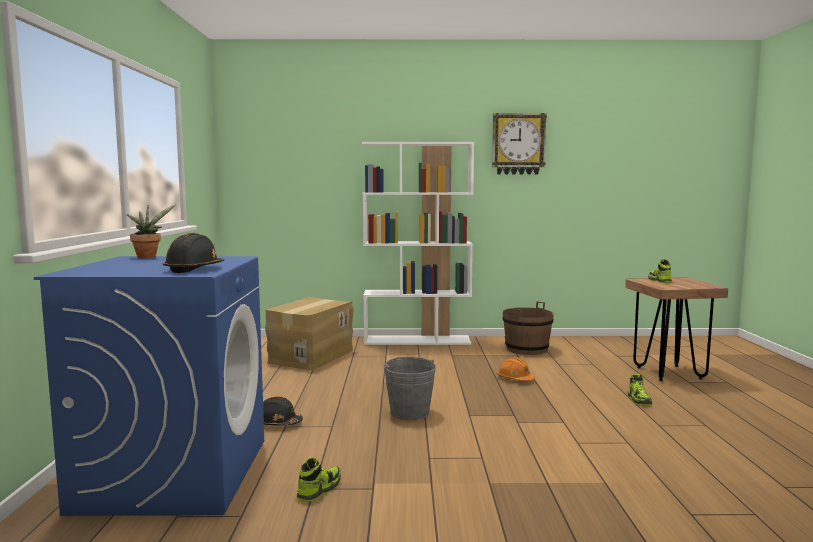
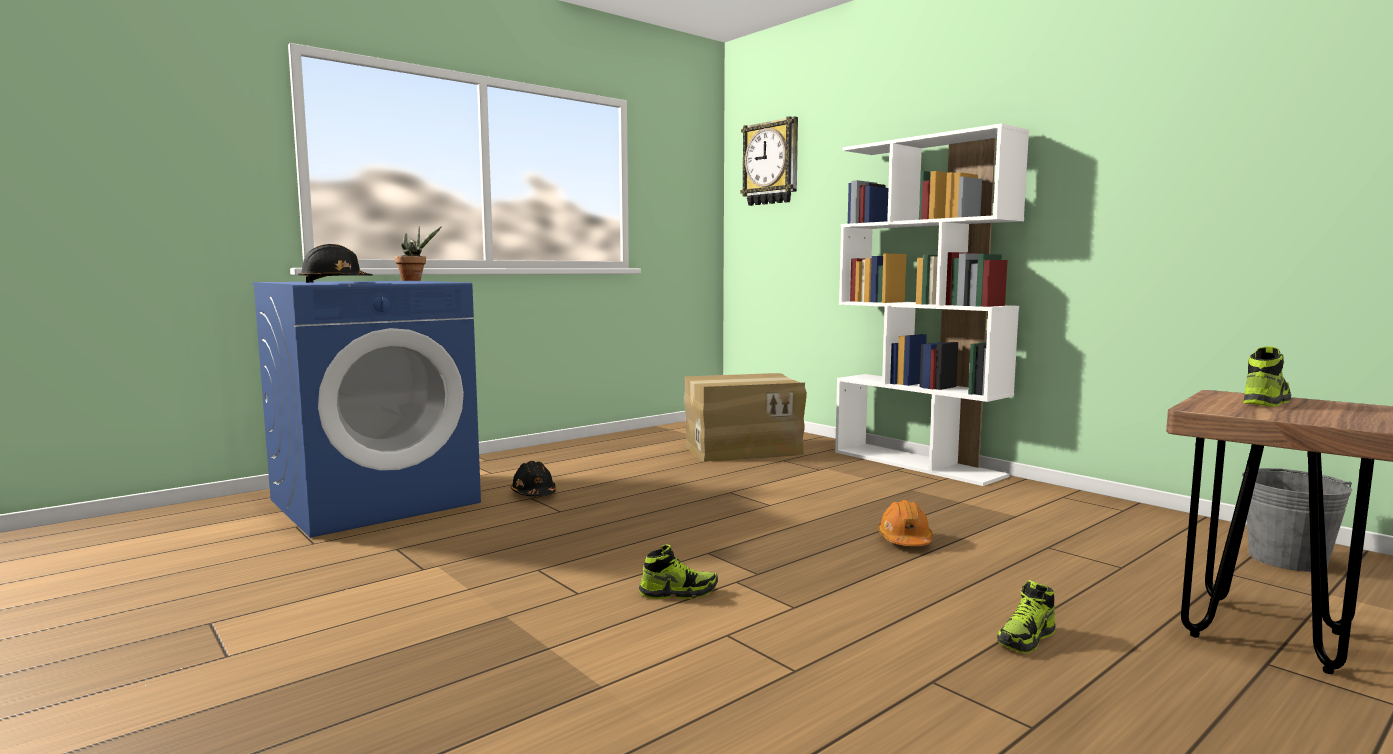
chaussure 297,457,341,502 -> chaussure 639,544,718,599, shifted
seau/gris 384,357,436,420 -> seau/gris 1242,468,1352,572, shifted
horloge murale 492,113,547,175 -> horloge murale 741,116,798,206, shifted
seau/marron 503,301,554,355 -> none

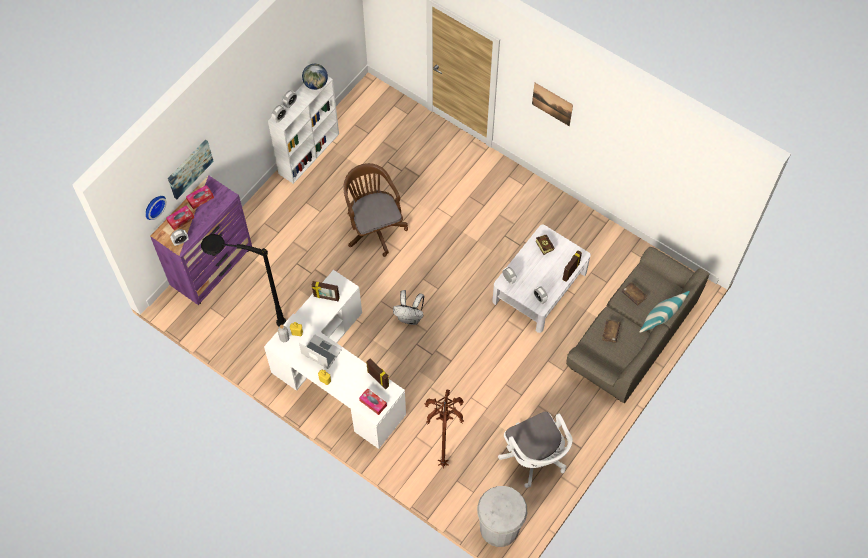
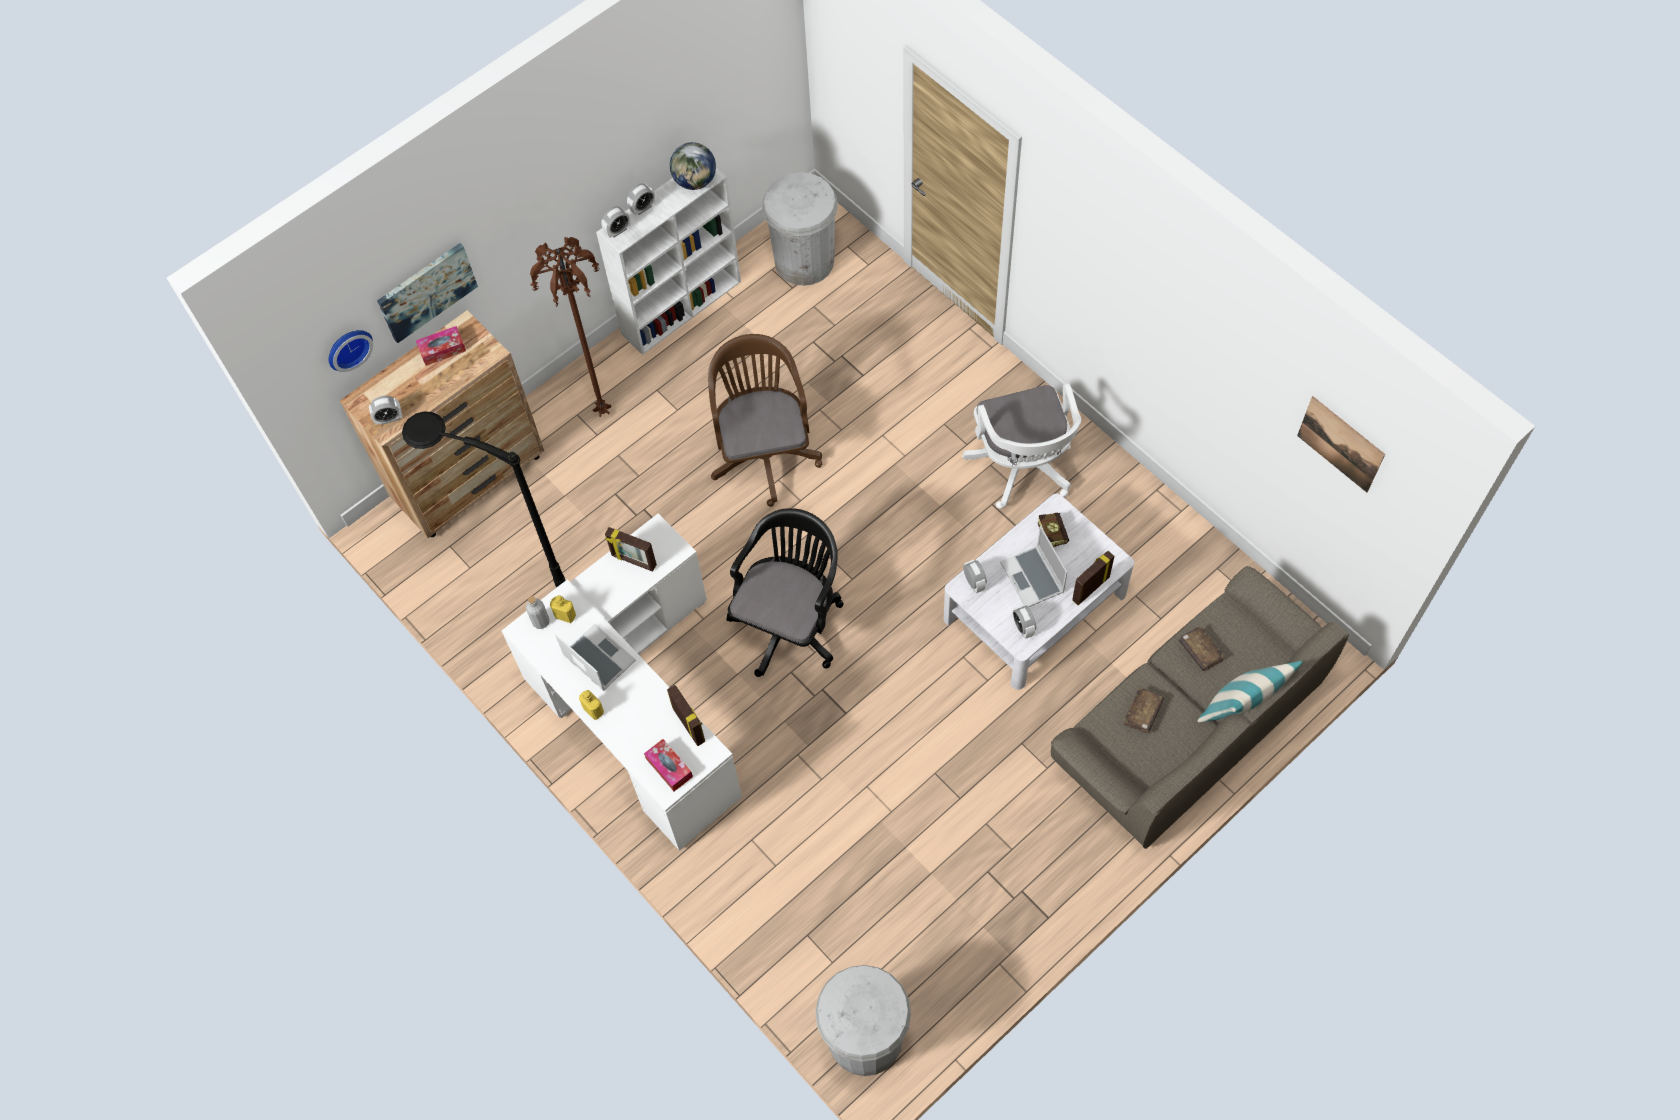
commode/violet 150,175,252,305 -> commode/marron 340,310,544,538
boîte à mouchoirs 166,205,194,230 -> none
sac à dos/blanc 393,290,425,325 -> chaise de bureau/noir 726,508,843,677
lampadaire/marron 425,390,464,469 -> lampadaire/marron 530,237,611,417, shifted
chaise de bureau/blanc 498,412,573,488 -> chaise de bureau/blanc 962,383,1081,509, shifted
tableau 532,83,573,126 -> tableau 1297,396,1385,493, shifted
none -> poubelle/blanc 762,172,838,286
none -> ordinateur portable 1000,526,1067,607

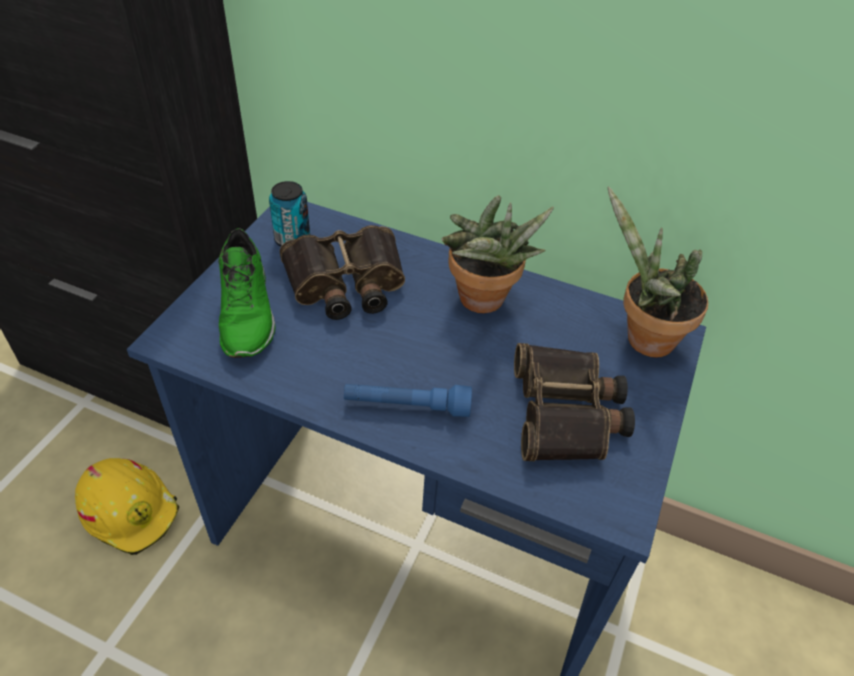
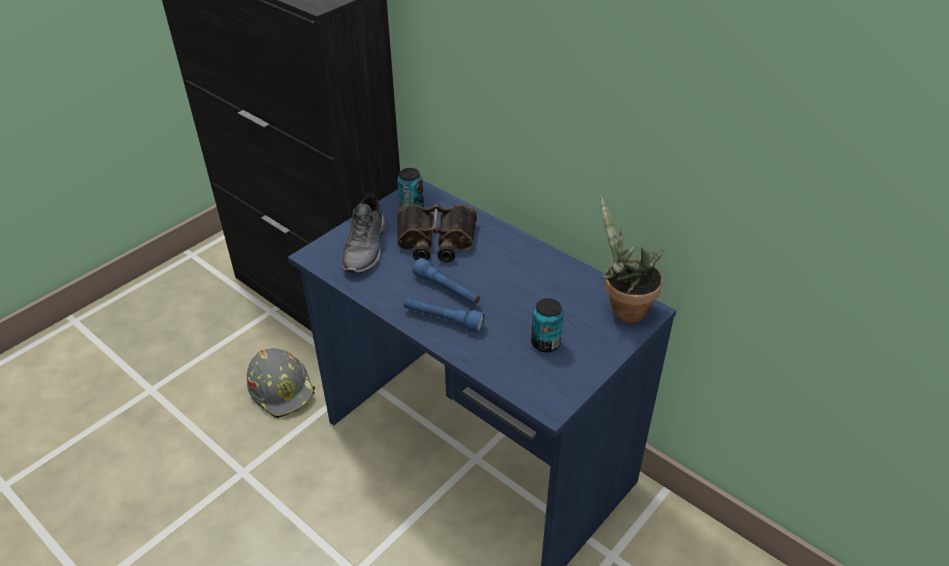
casque de chantier/jaune 75,458,179,555 -> casque de chantier/gris 247,348,315,418
chaussure/vert 218,228,276,358 -> chaussure/gris 342,193,385,273
plante en pot 441,195,554,313 -> none
jumelles 514,343,635,461 -> boîte métallique 531,298,564,352
none -> lampe de poche/bleu 412,258,480,305

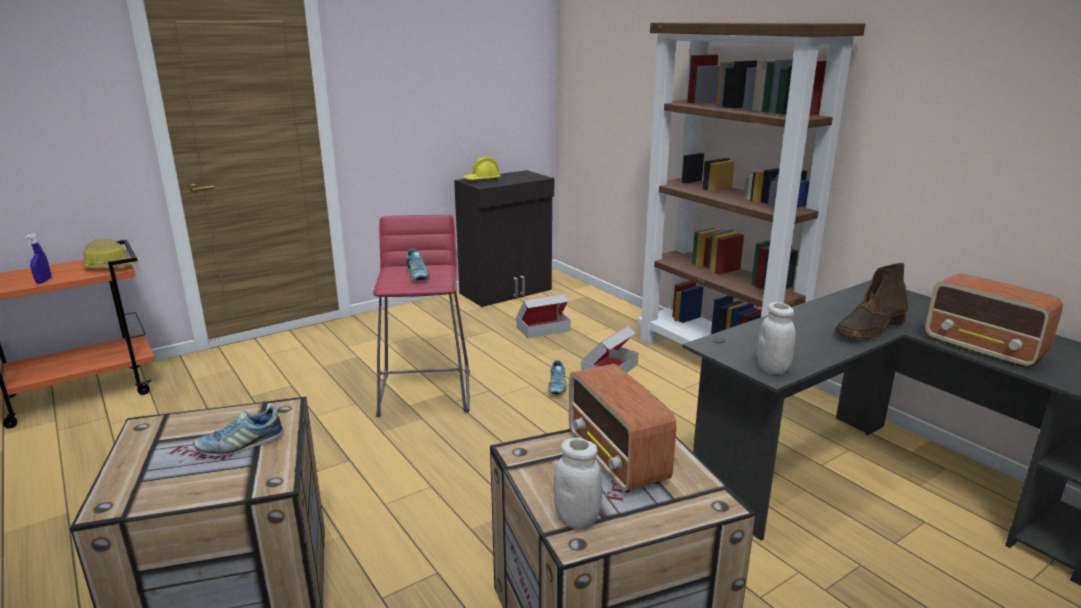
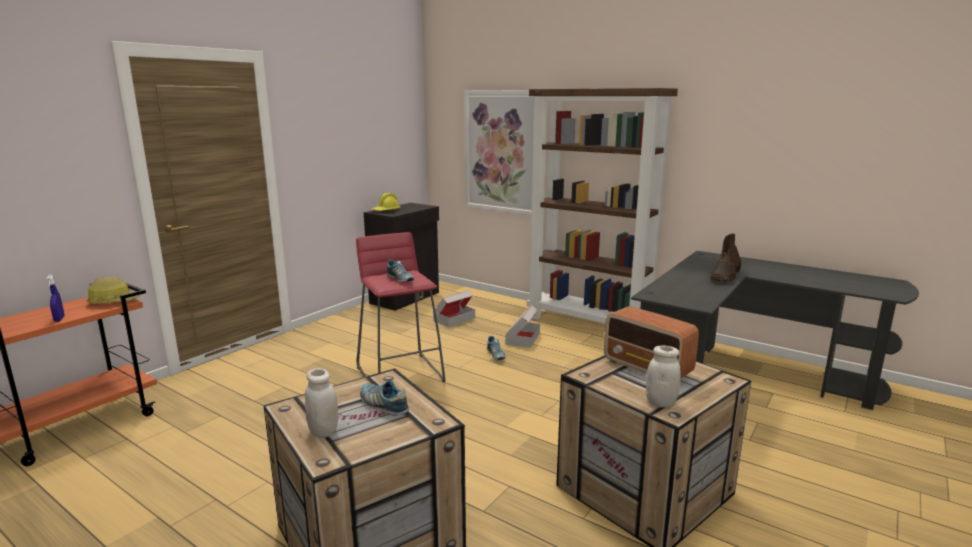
chaussure 193,406,284,456 -> chaussure 360,381,409,416, 90 degrees clockwise
bocal/blanc 757,302,796,374 -> bocal/blanc 305,368,338,438, shifted
radio 925,273,1063,368 -> none
none -> tableau 464,90,534,215

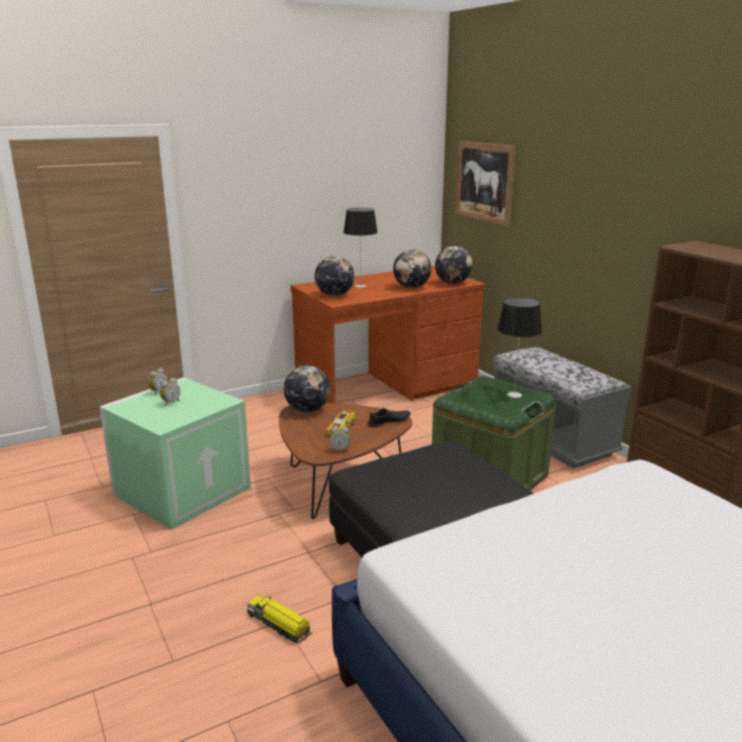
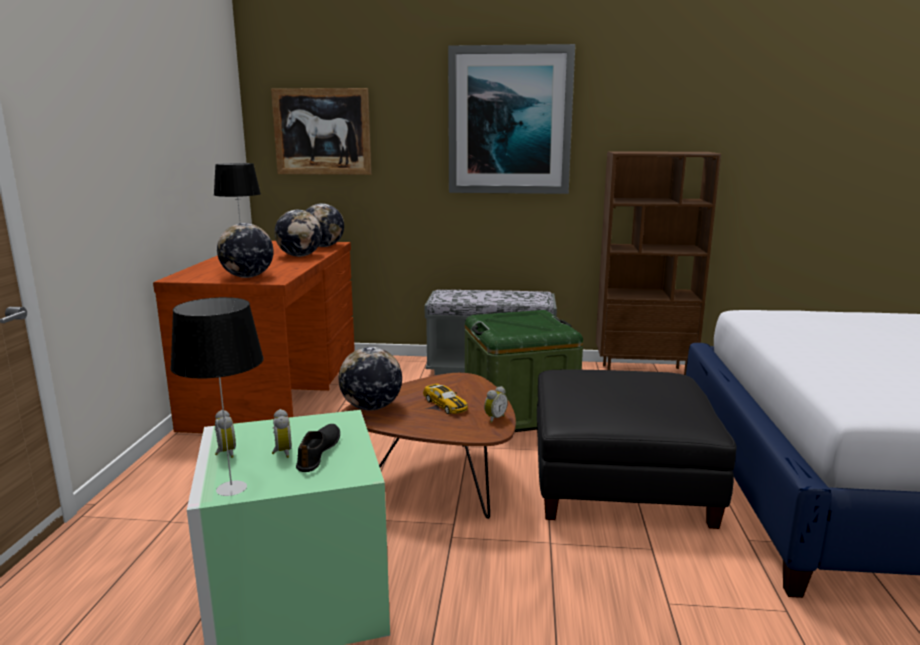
camion jouet 247,596,312,644 -> none
chaussure/noir 368,408,411,427 -> chaussure/noir 296,424,340,472, shifted
lampe de table 498,297,542,398 -> lampe de table 170,297,264,496, shifted
none -> tableau 448,44,575,194

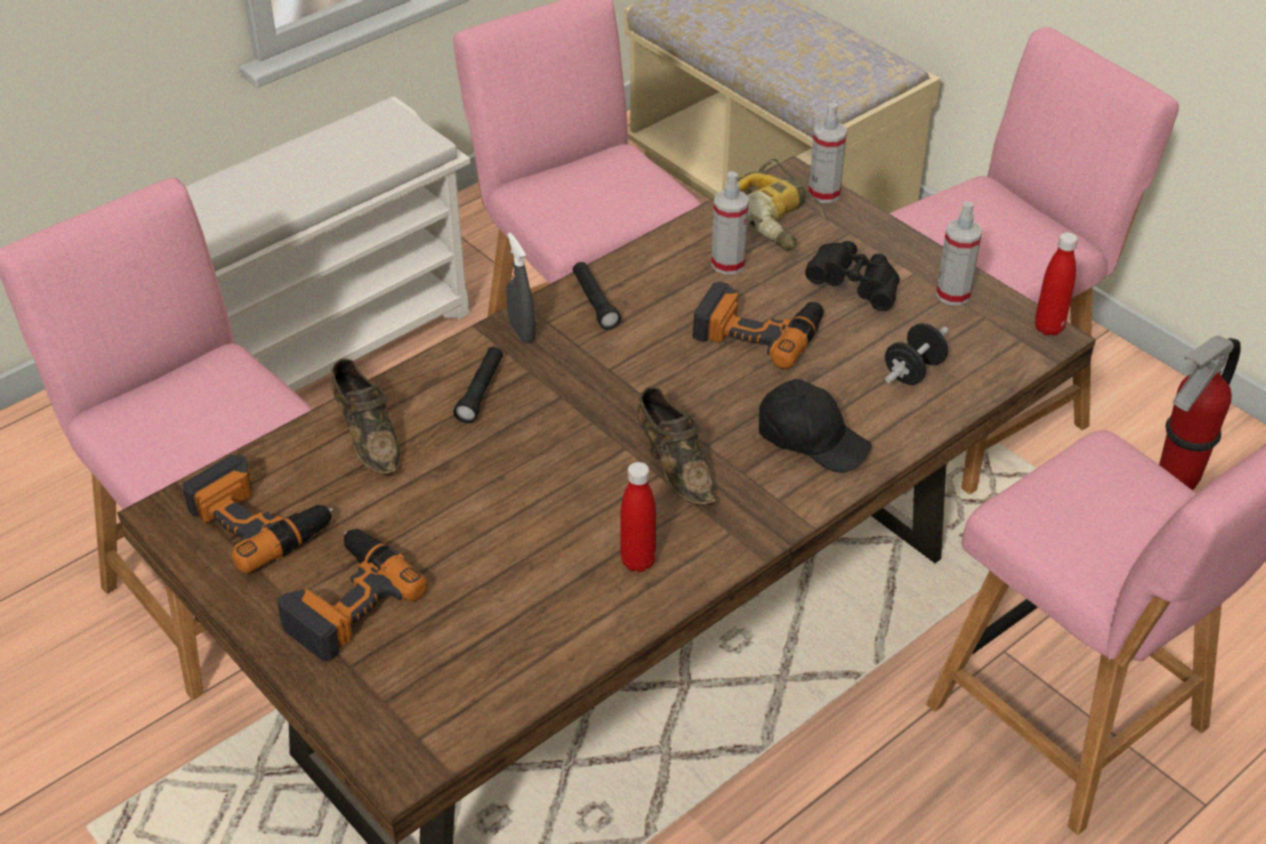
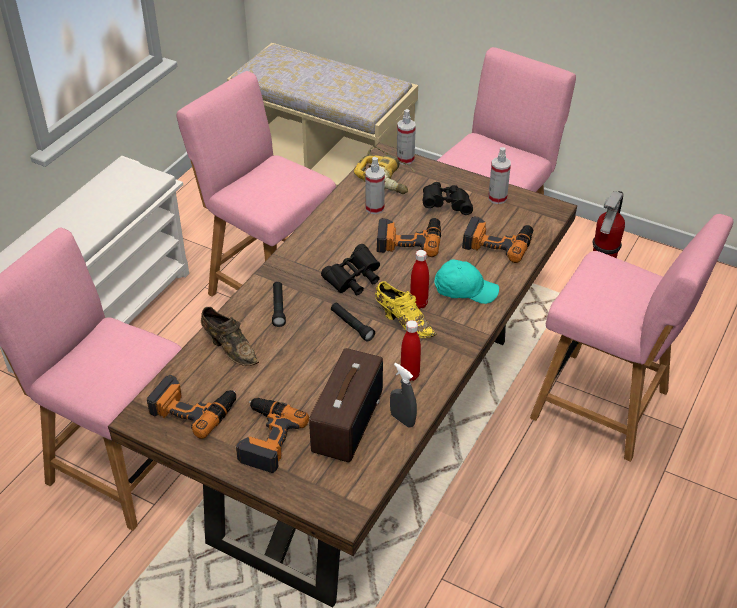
vaporisateur/gris 506,233,536,344 -> vaporisateur/gris 390,363,417,427, shifted
lampe de poche/noir 573,262,621,330 -> lampe de poche/noir 331,303,375,342, shifted
chaussure/marron 636,387,716,506 -> chaussure/jaune 375,282,437,338
casquette/noir 759,379,872,473 -> casquette/turquoise 434,260,499,304
haltère/noir 885,323,948,385 -> perceuse 462,216,533,263
bouteille/rouge 1035,232,1078,336 -> bouteille/rouge 410,250,429,309, shifted
none -> radio 309,348,383,462
none -> jumelles/noir 321,244,380,295

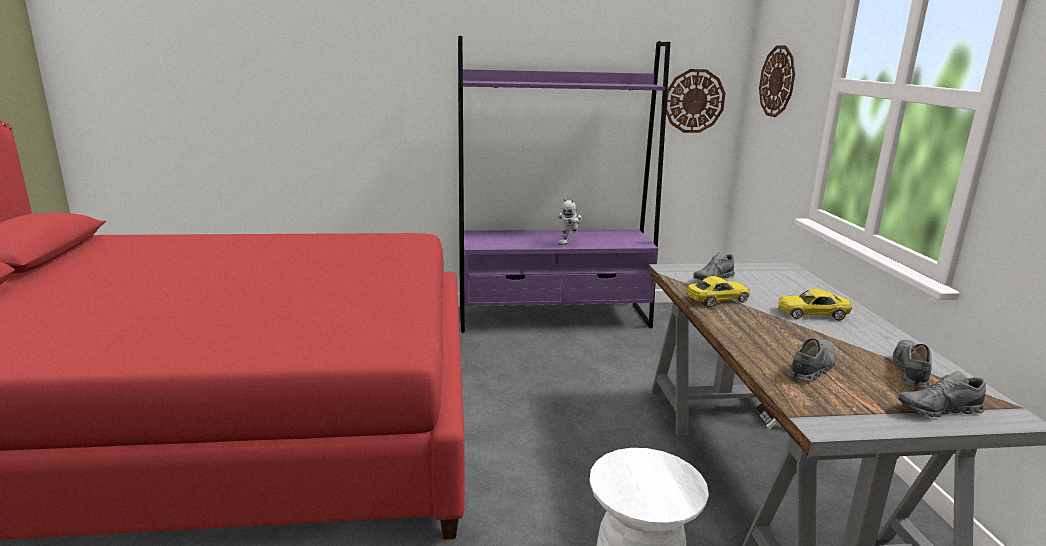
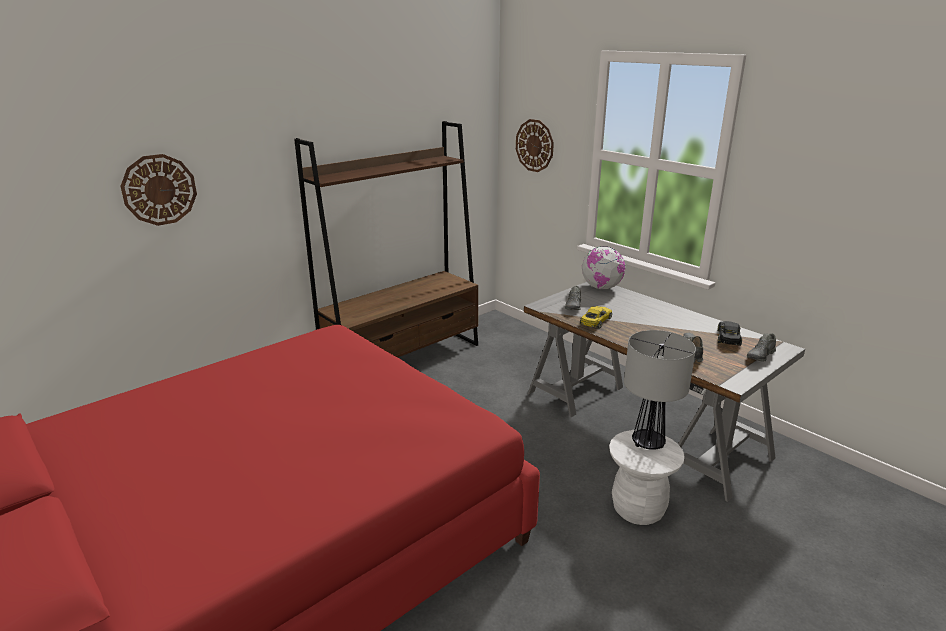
bibliothèque/violet 458,36,670,333 -> bibliothèque/marron 294,121,478,357
robot jouet 558,198,582,245 -> none
horloge murale 666,69,726,133 -> horloge murale 120,154,197,226, shifted
petite voiture/jaune 779,289,852,321 -> none
chaussure/gris 893,340,932,389 -> petite voiture/noir 717,321,742,346
none -> globe 582,246,625,289
none -> lampe de table 624,330,696,450

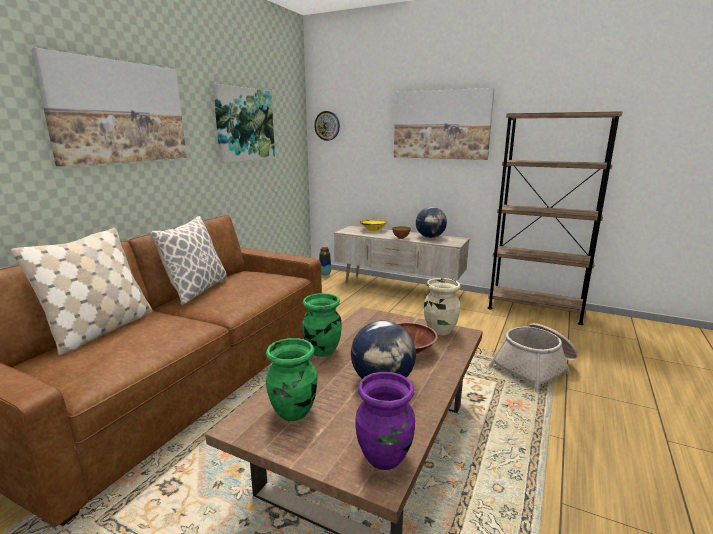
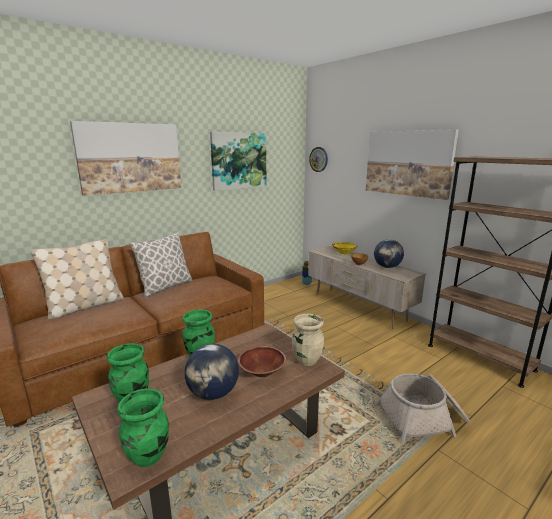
vase/violet 356,372,415,470 -> vase/vert 117,388,169,467

